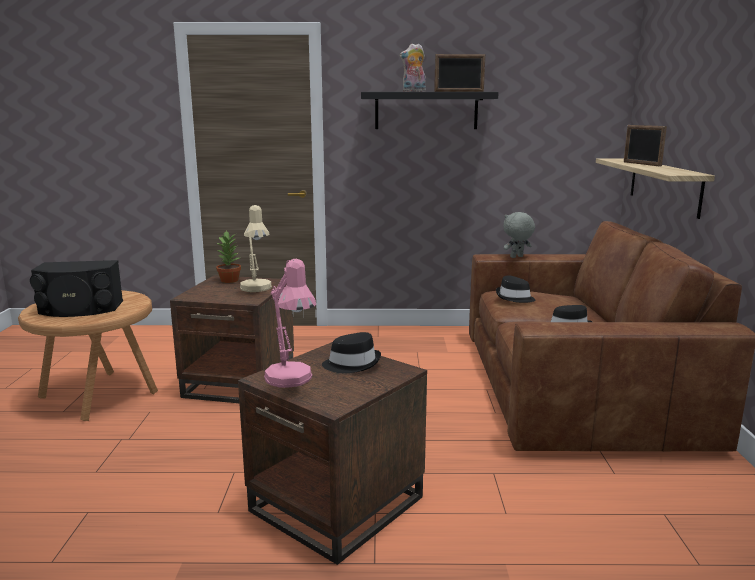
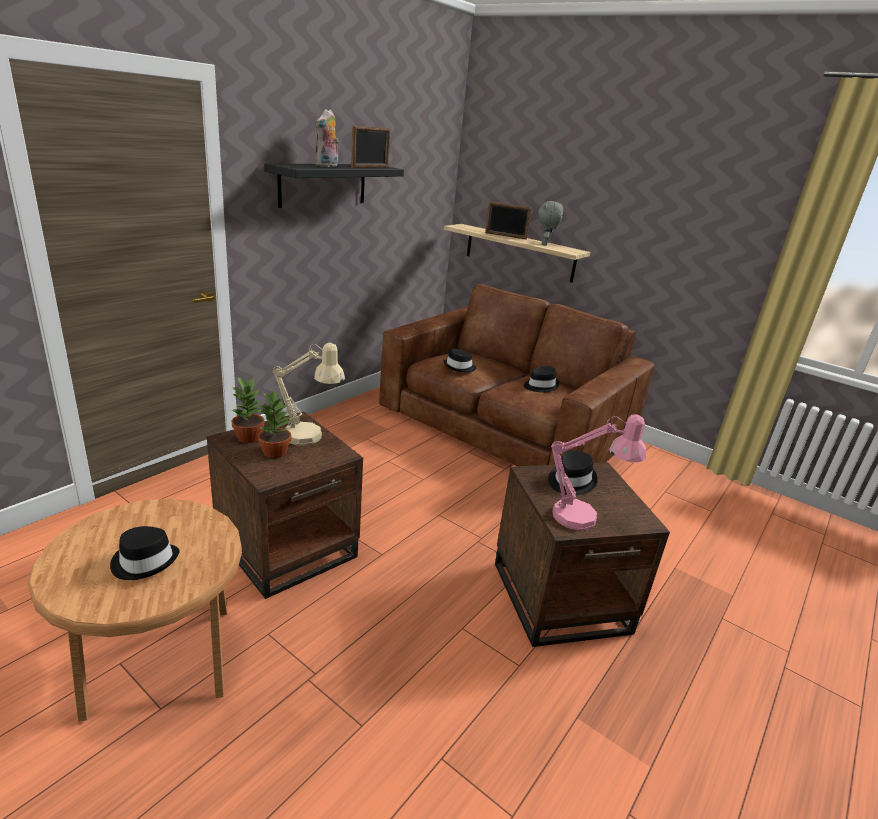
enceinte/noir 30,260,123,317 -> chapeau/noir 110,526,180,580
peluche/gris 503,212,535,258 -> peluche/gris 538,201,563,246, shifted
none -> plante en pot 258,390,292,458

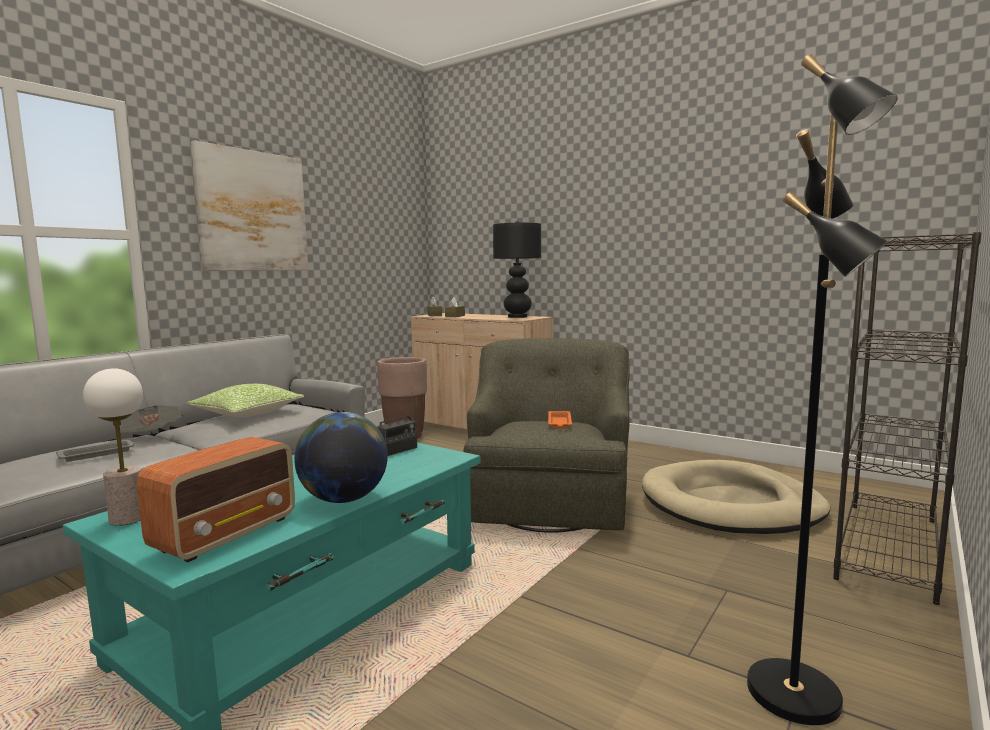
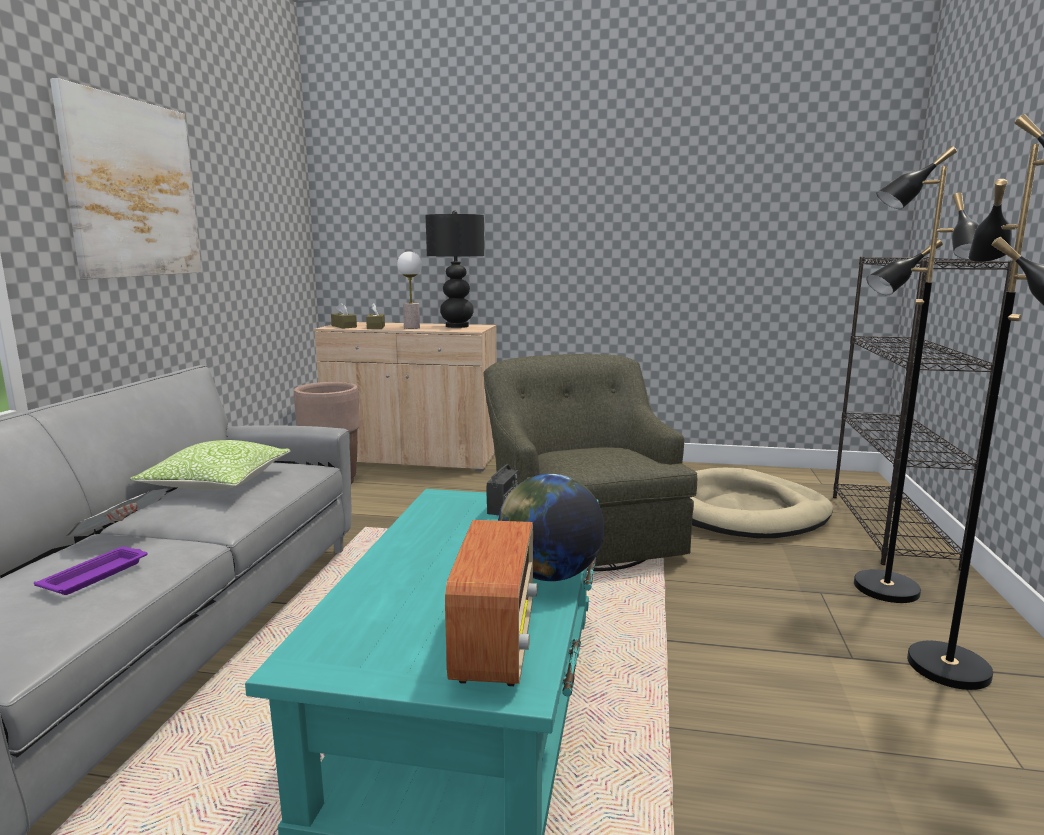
plateau/gris 56,440,136,462 -> plateau/violet 34,547,147,595
lampe de table 83,368,143,526 -> lampe de table 397,251,422,329, shifted
plateau/orange 548,411,572,428 -> none
none -> lampadaire/noir 854,146,979,603

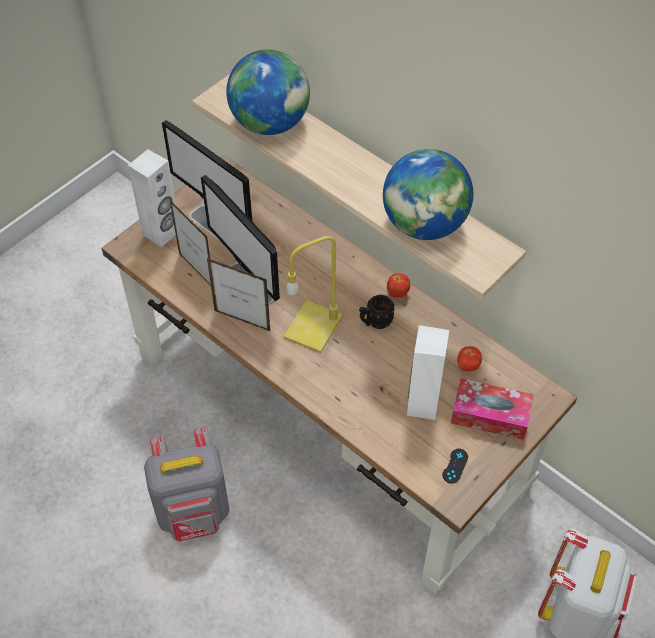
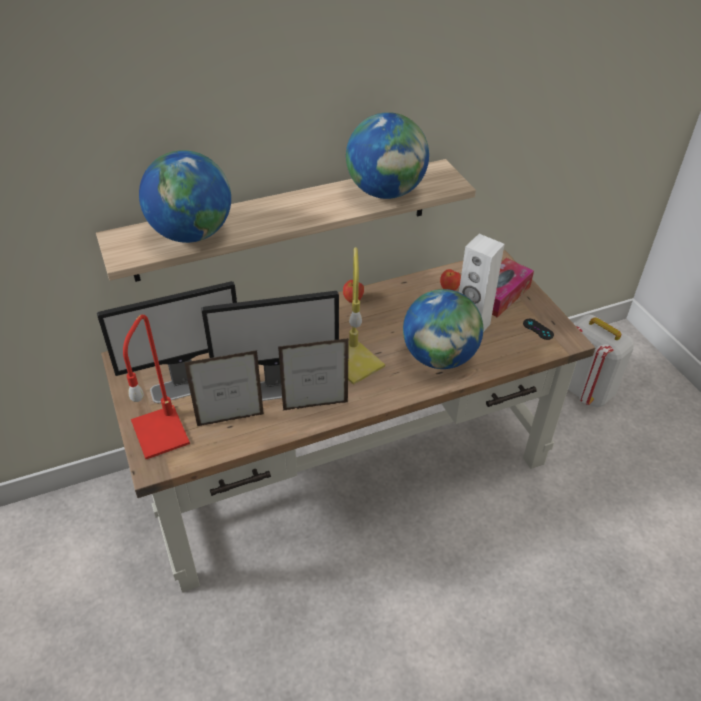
enceinte/blanc 128,149,176,247 -> lampe de table/rouge 123,314,190,459
sac à dos/gris 144,427,229,542 -> none
cadre photo 207,258,271,332 -> cadre photo 278,338,349,410, 150 degrees counterclockwise
mug/noir 359,295,395,329 -> none
none -> globe 403,289,483,369

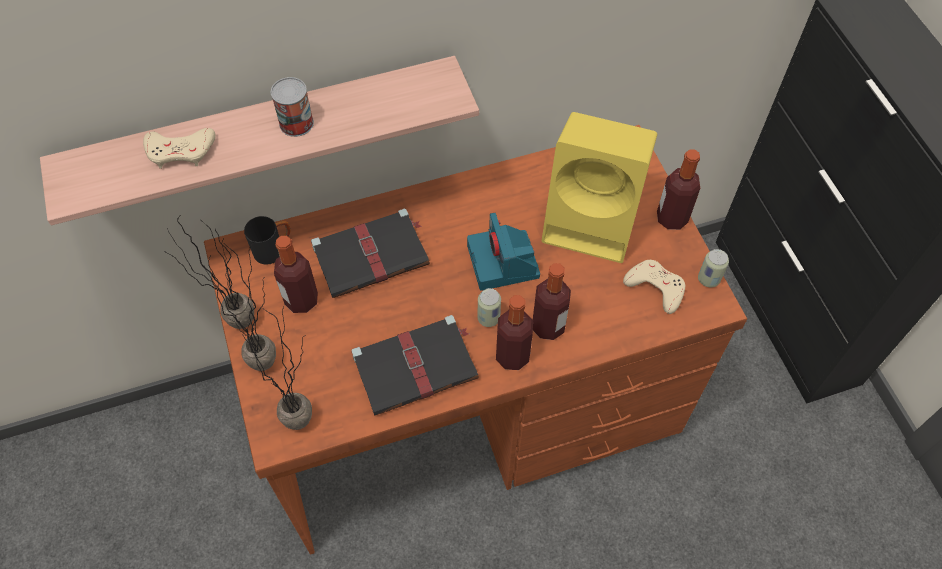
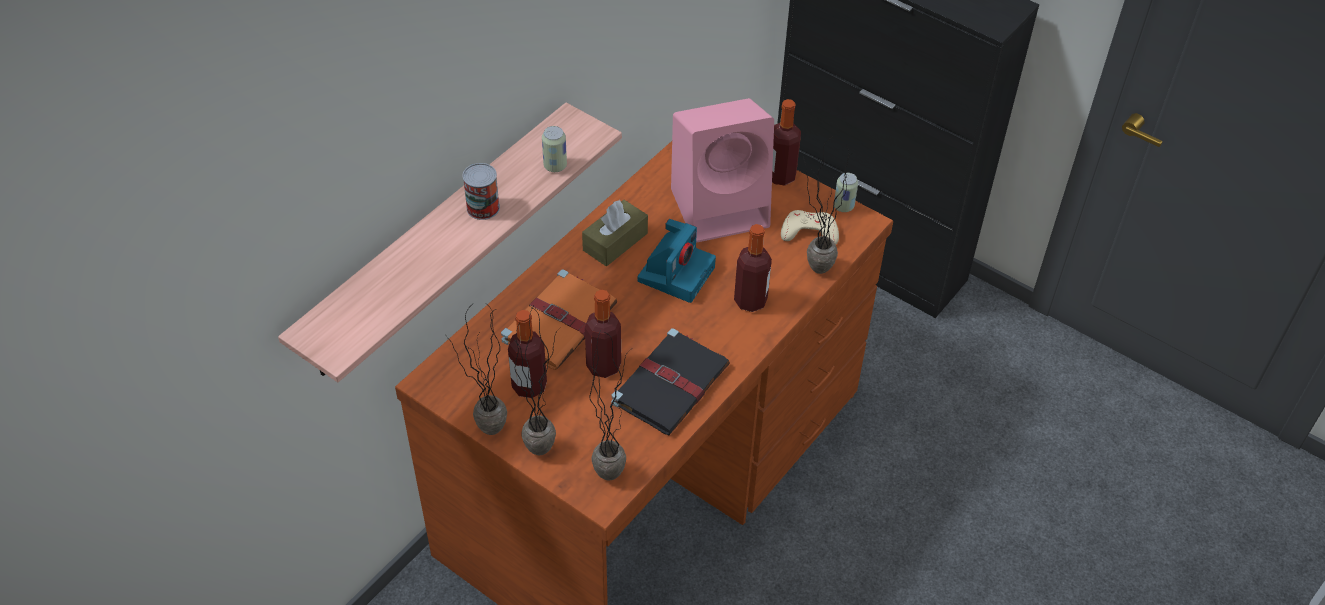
manette/beige 143,128,216,169 -> none
mug/noir 244,216,291,265 -> none
livre/noir 311,208,430,298 -> livre/orange 501,270,617,370
appareil photo 467,213,540,291 -> appareil photo 637,219,716,303, 105 degrees counterclockwise
boîte métallique 478,288,501,327 -> boîte métallique 542,126,567,172, shifted
bouteille 496,295,533,370 -> bouteille 585,290,621,378, shifted
enceinte/jaune 542,112,657,263 -> enceinte/rose 671,98,774,243
none -> boîte à mouchoirs/marron 582,200,648,266
none -> plante en pot 803,137,853,274

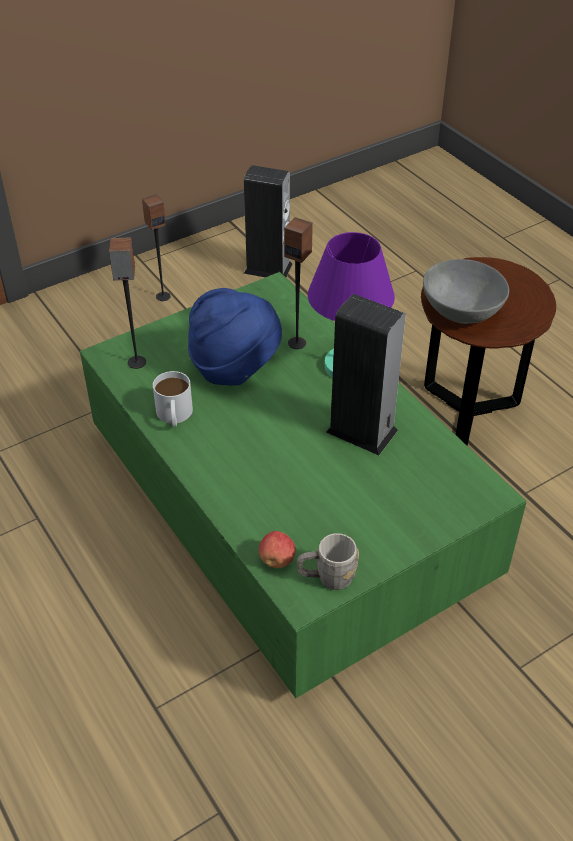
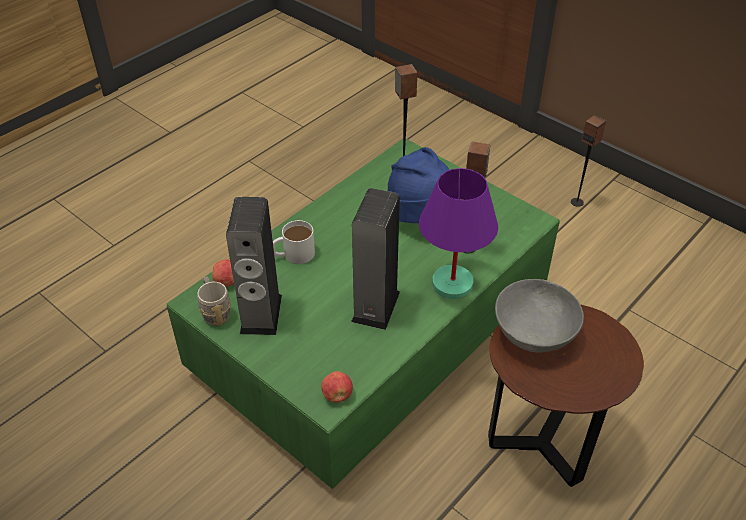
mug/blanc 153,371,193,427 -> mug/blanc 273,220,315,264, shifted
enceinte 244,165,293,277 -> enceinte 226,197,282,335, shifted
none -> pomme 321,371,353,403

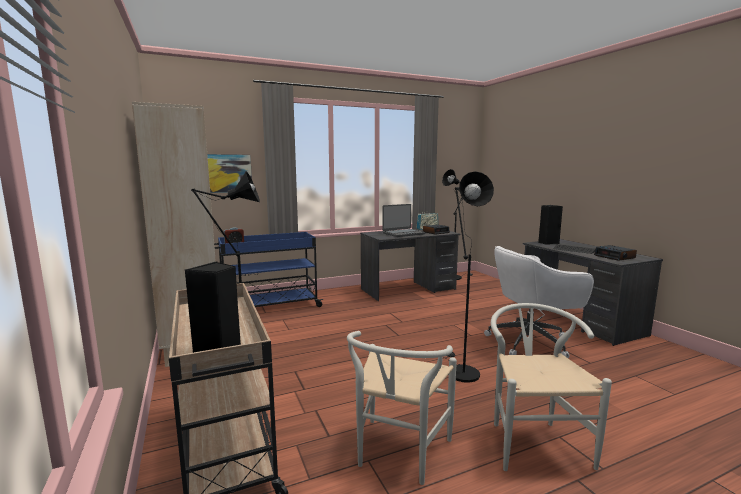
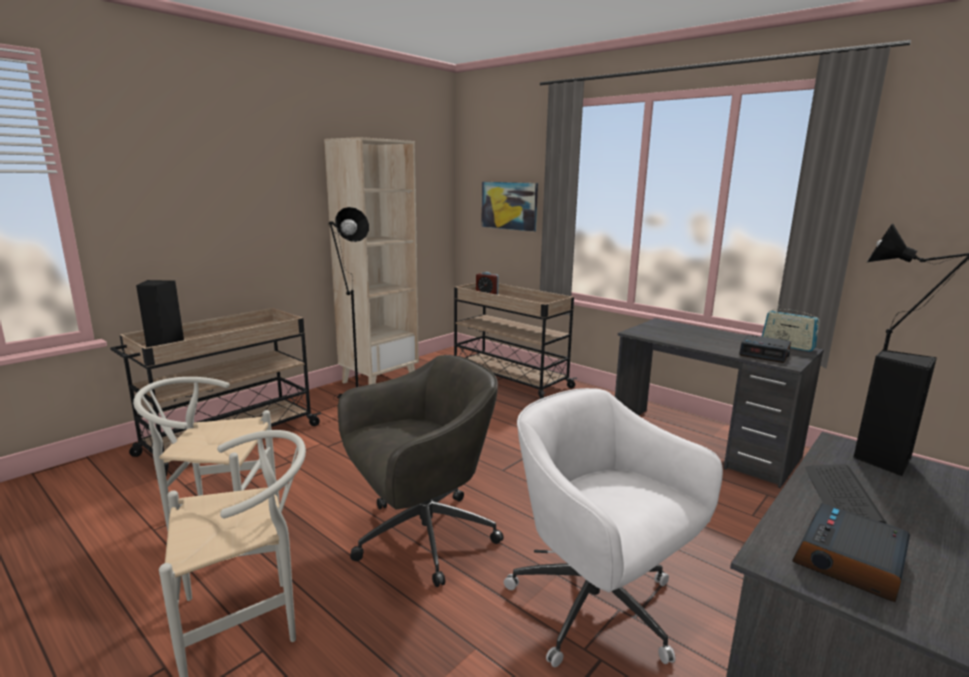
chariot/bleu 214,232,323,307 -> chariot/beige 454,283,577,399
ordinateur portable 382,204,426,237 -> none
lampadaire/noir 447,171,494,383 -> chaise de bureau/gris 338,355,504,587

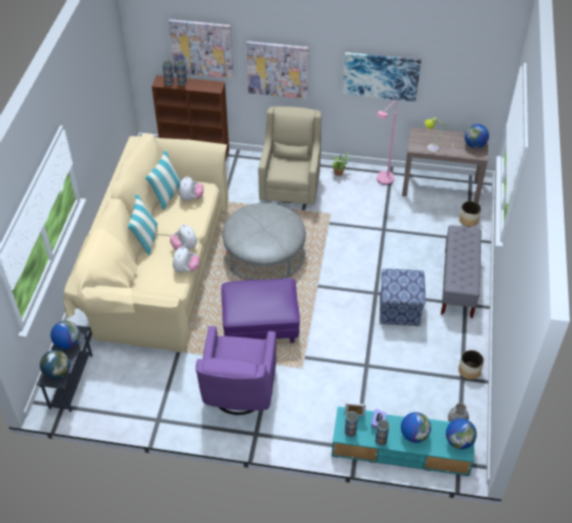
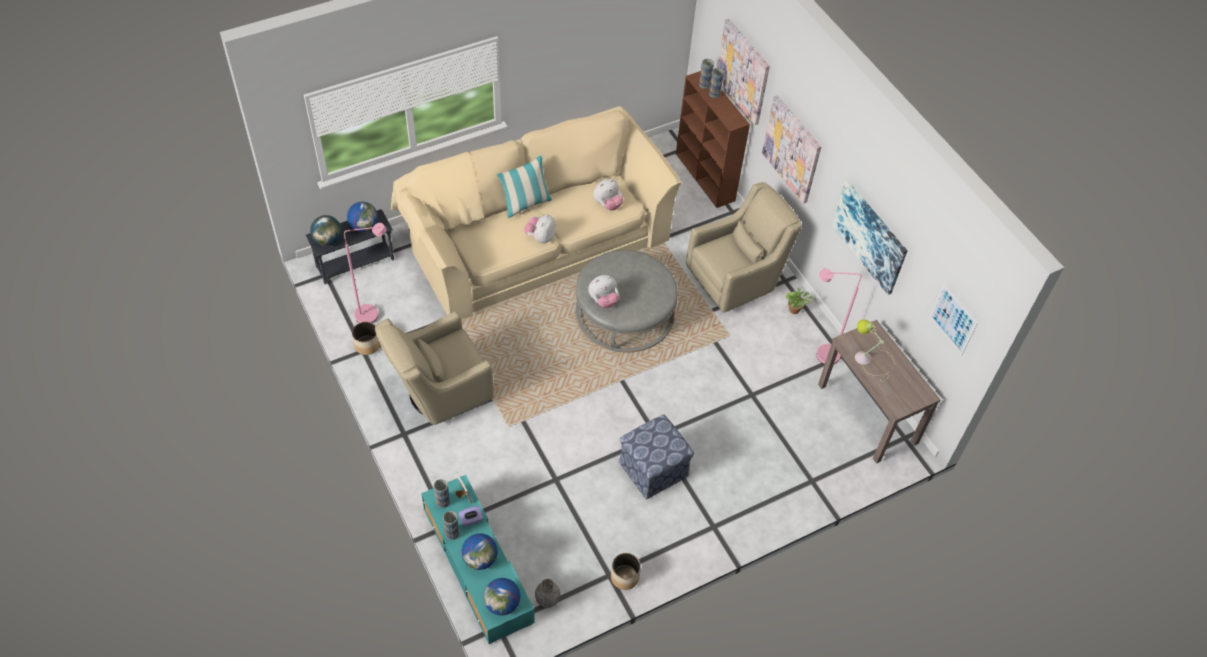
coussin 145,150,181,210 -> none
peluche 173,246,200,272 -> peluche 588,275,619,308, shifted
fauteuil/violet 196,326,276,415 -> fauteuil/beige 375,311,494,425
pouf/violet 221,278,300,343 -> none
banc/gris 441,225,482,318 -> none
cache-pot 459,201,481,227 -> cache-pot 352,322,380,355, shifted
globe 464,124,489,148 -> none
none -> lampadaire/rose 344,223,386,323
none -> tableau 930,284,978,355

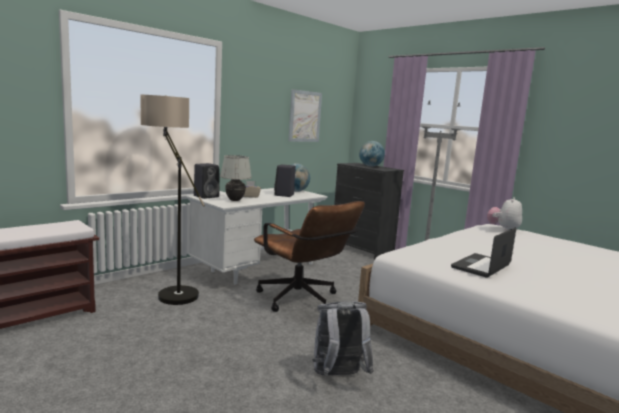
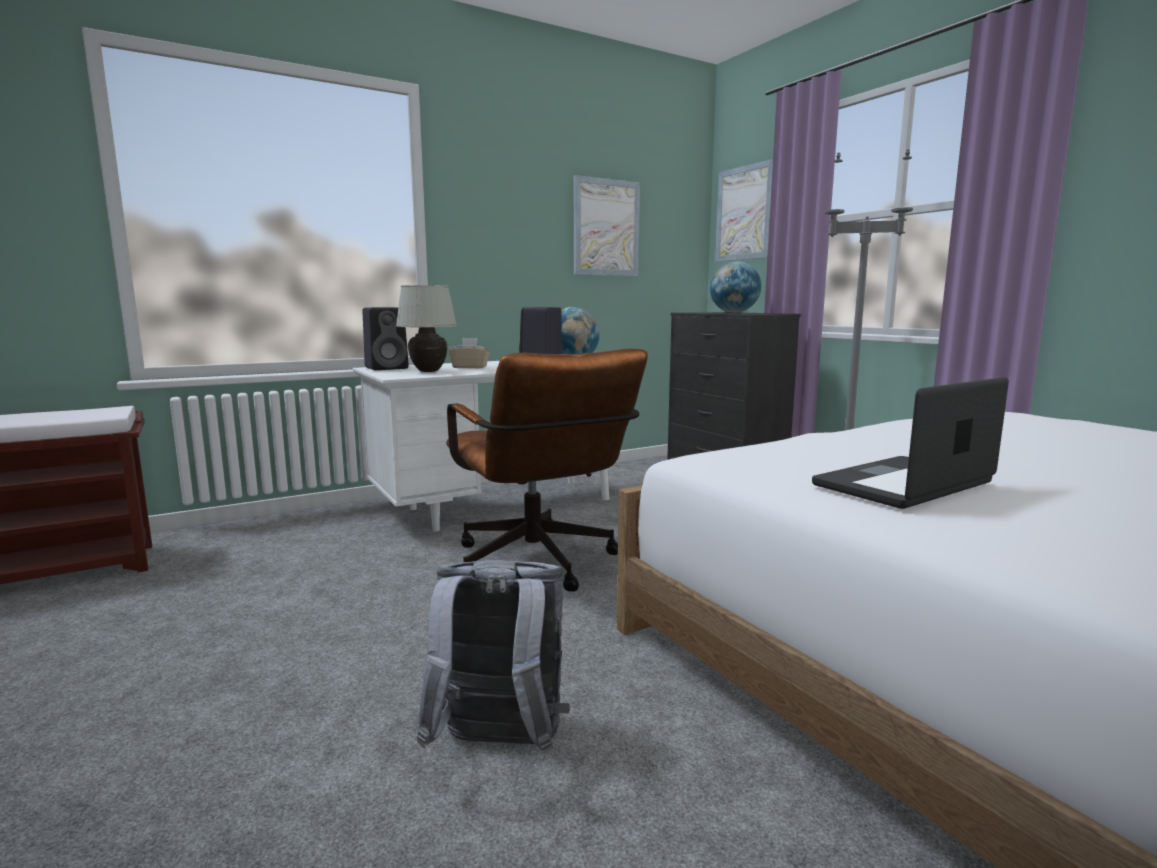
lampadaire 141,95,205,305 -> none
peluche 487,197,522,231 -> none
none -> tableau 715,159,773,262

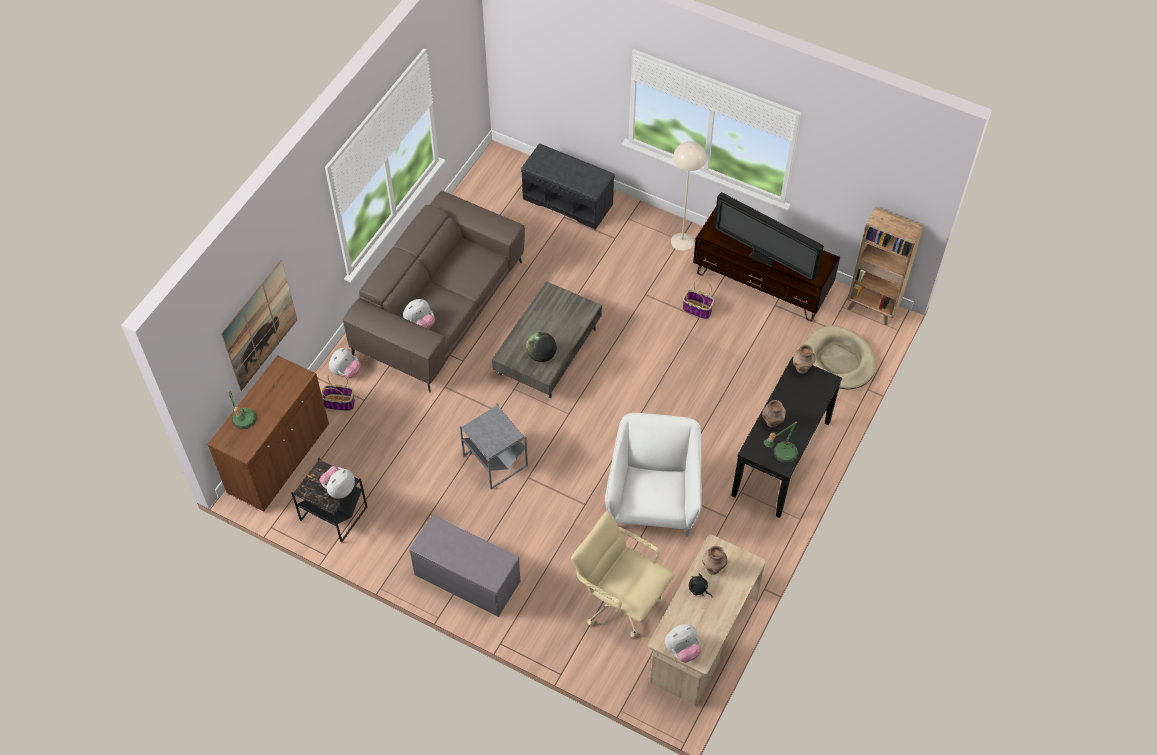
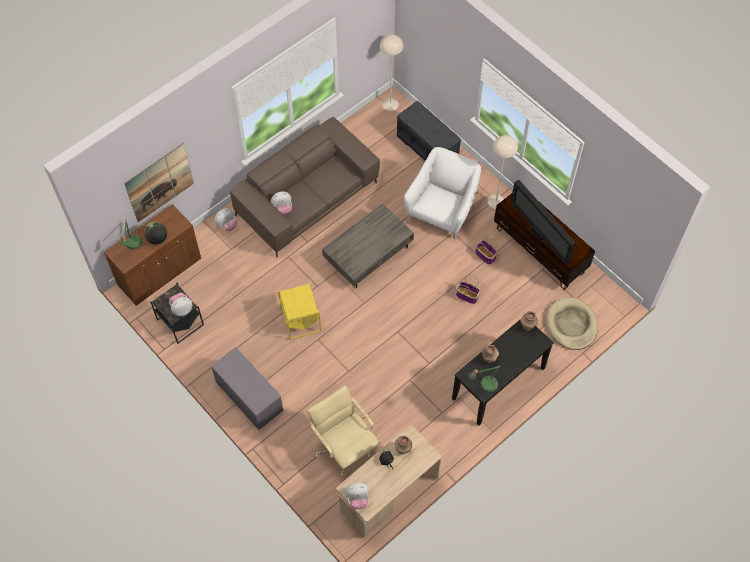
panier 321,373,355,411 -> panier 456,275,480,304, shifted
table d'appoint/gris 460,403,528,489 -> table d'appoint/jaune 278,283,321,339
globe 526,332,557,362 -> globe 144,221,167,244, shifted
fauteuil/blanc 605,413,702,536 -> fauteuil/blanc 404,147,481,239, shifted
bibliothèque/marron 848,207,924,325 -> none
none -> lampadaire/beige 380,34,403,111

